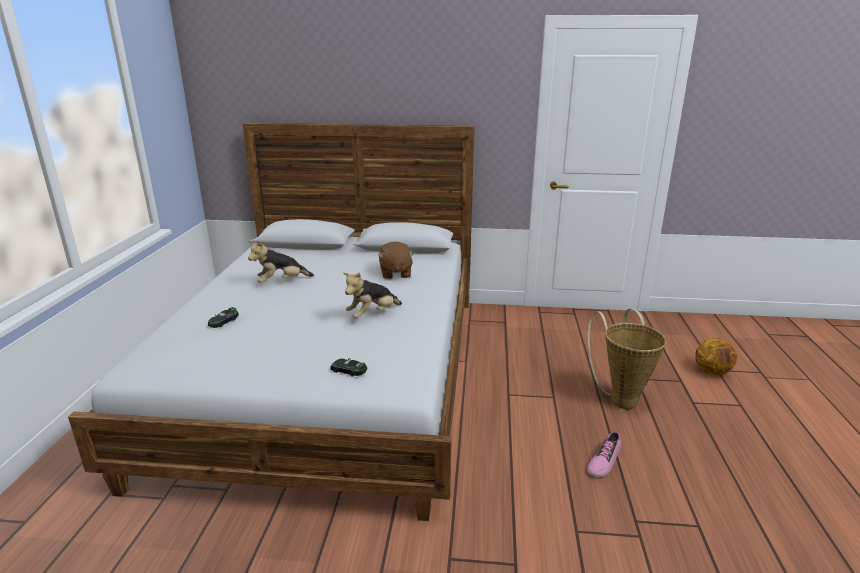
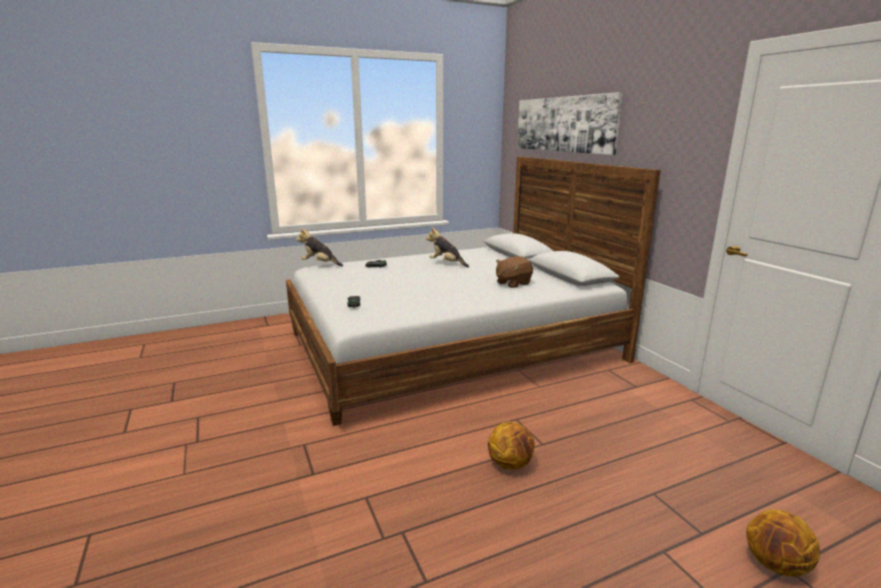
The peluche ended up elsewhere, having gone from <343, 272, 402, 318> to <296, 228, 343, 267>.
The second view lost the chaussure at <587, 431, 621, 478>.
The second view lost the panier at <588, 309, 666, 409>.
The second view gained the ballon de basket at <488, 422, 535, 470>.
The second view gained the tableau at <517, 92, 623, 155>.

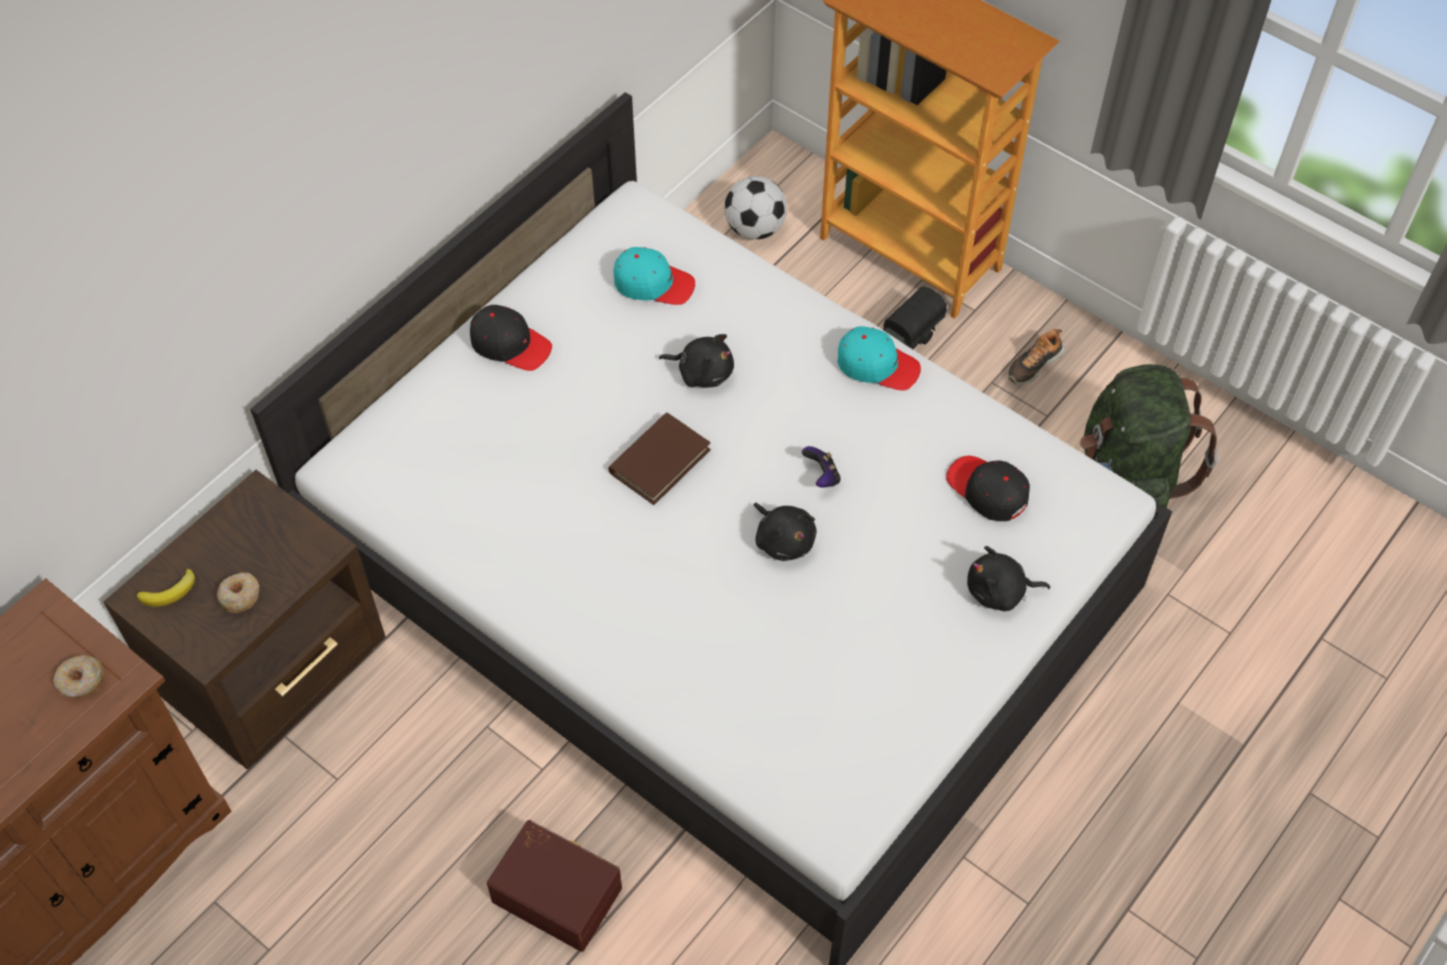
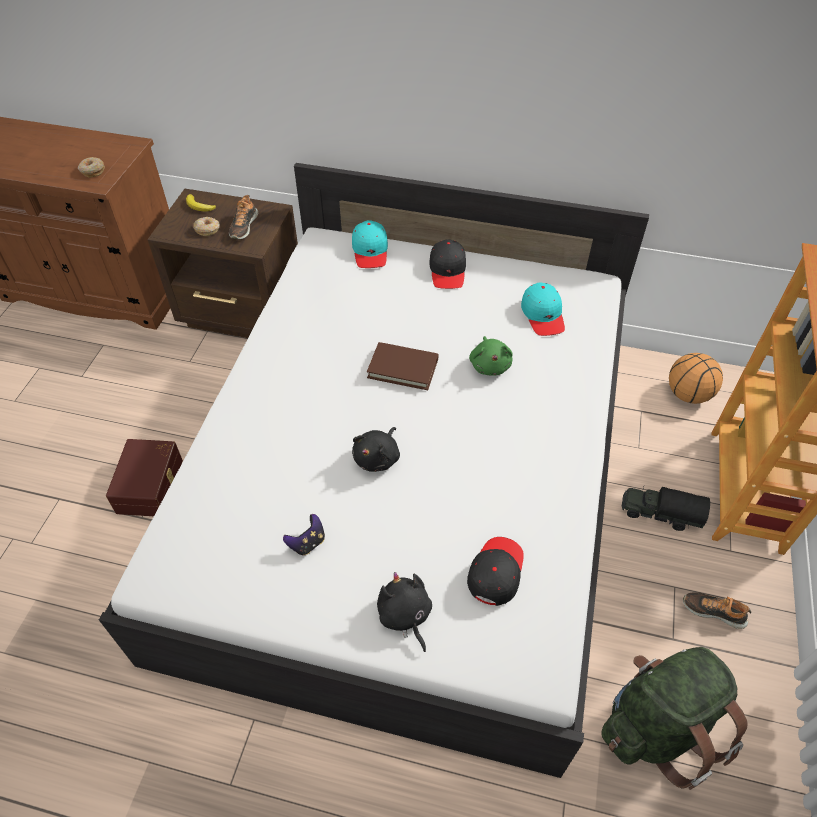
What was the peluche/noir at <659, 334, 734, 388> turned into the peluche/vert at <469, 336, 513, 376>.
Where the ballon de foot stood at <724, 176, 787, 240>, the ballon de basket came to stand at <669, 353, 723, 404>.
The manette ended up elsewhere, having gone from <802, 446, 841, 488> to <283, 514, 325, 556>.
The casquette/turquoise ended up elsewhere, having gone from <837, 326, 921, 390> to <352, 220, 388, 268>.
The second view gained the chaussure at <229, 195, 258, 240>.

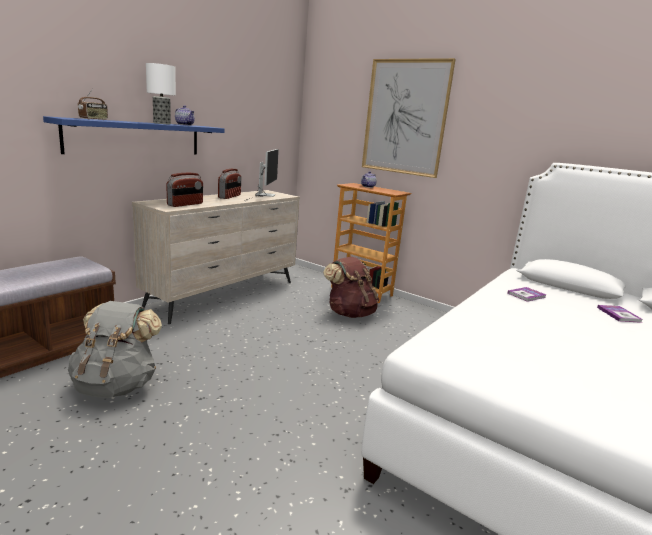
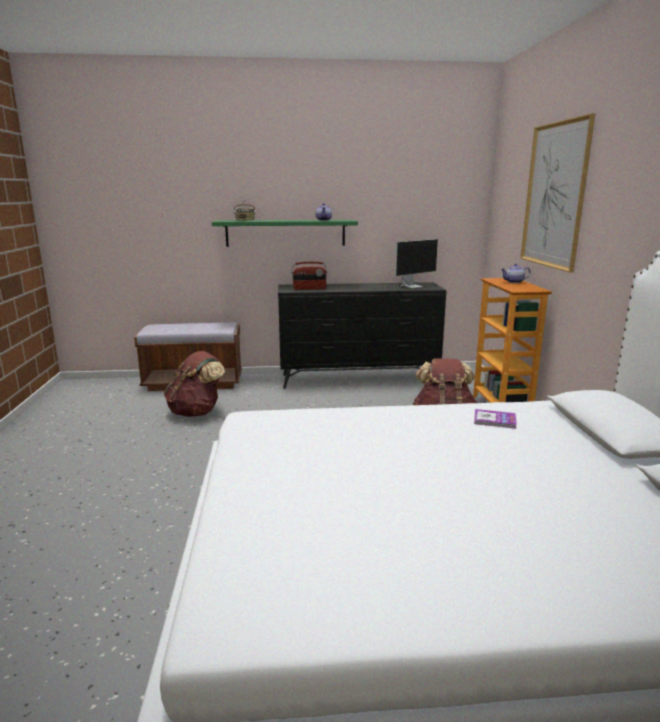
What was the étagère/bleu at <43, 116, 224, 154> turned into the étagère/vert at <212, 220, 358, 247>.
What was the sac à dos/gris at <68, 301, 162, 398> turned into the sac à dos/marron at <164, 351, 225, 417>.
What was the commode/beige at <132, 190, 300, 324> turned into the commode/noir at <278, 282, 447, 389>.
The second view lost the lampe de table at <146, 63, 176, 125>.
The second view lost the radio at <218, 169, 241, 199>.
The second view lost the livre at <597, 305, 642, 323>.

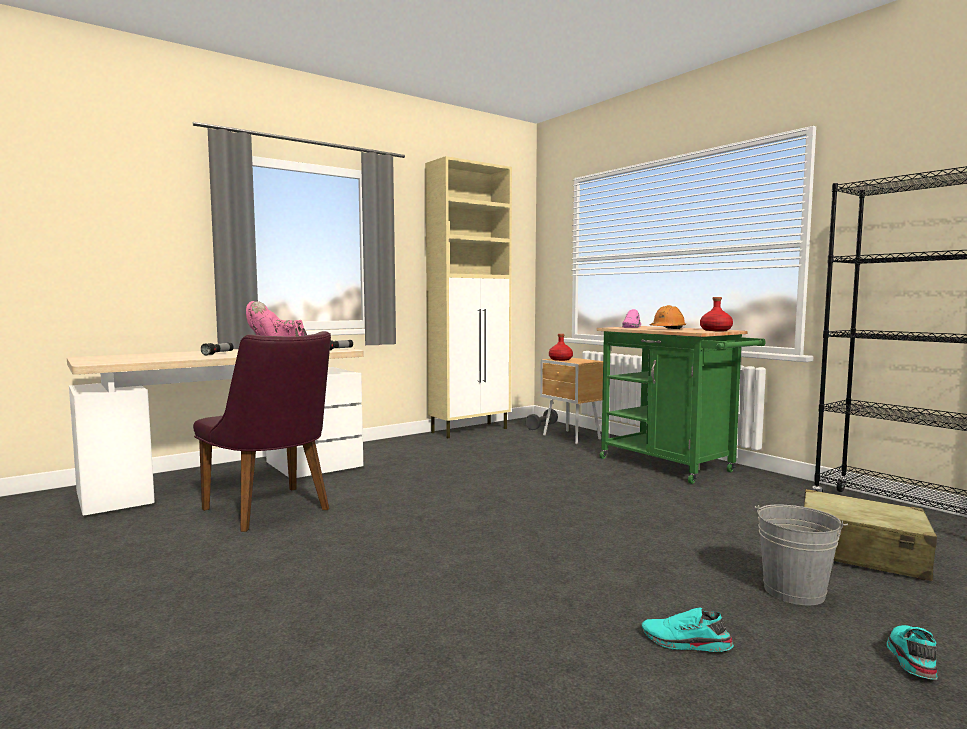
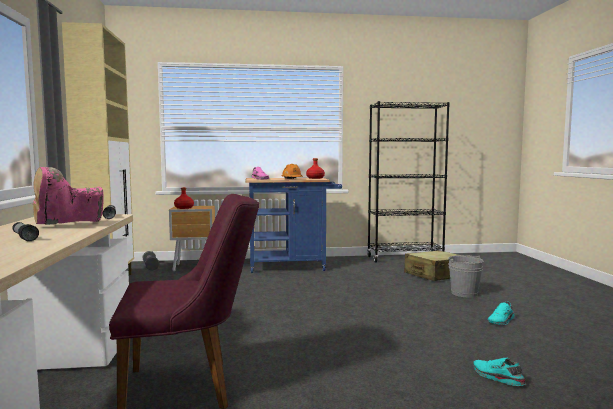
What was the chariot/vert at <596, 326, 766, 484> turned into the chariot/bleu at <245, 178, 342, 273>.
The chaussure/turquoise ended up elsewhere, having gone from <887, 625, 938, 680> to <474, 358, 526, 386>.

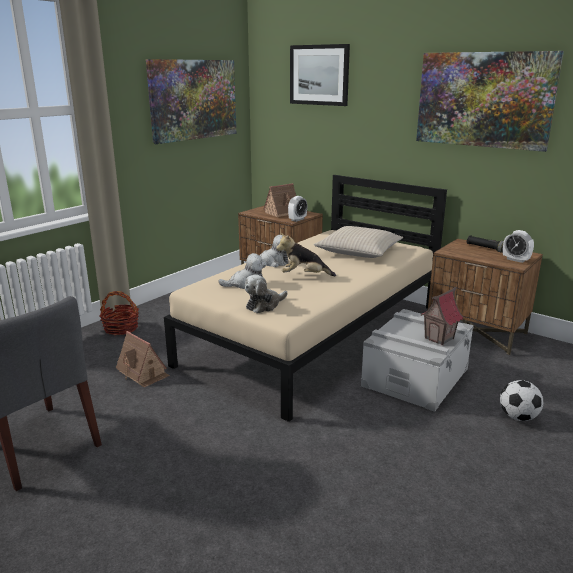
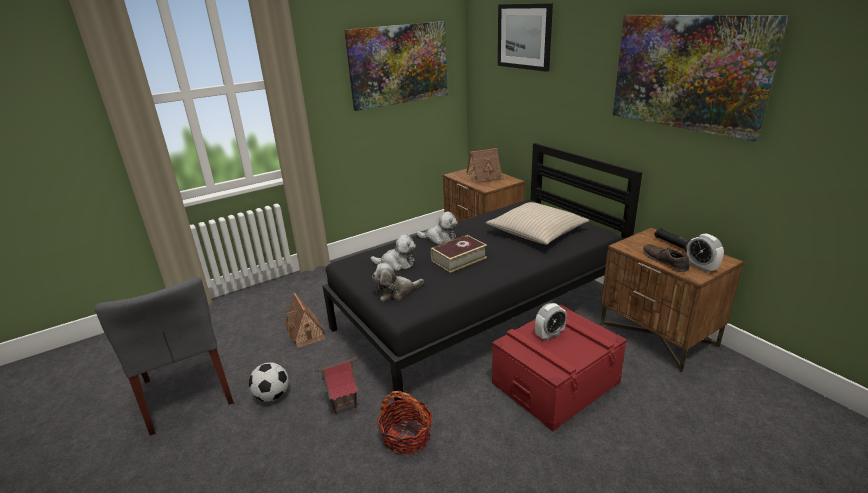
The panier ended up elsewhere, having gone from <99, 291, 139, 335> to <377, 391, 432, 455>.
What was the lit/beige at <164, 175, 447, 422> turned into the lit/noir at <322, 143, 642, 409>.
Where the peluche stood at <276, 233, 336, 277>, the livre came to stand at <431, 235, 487, 273>.
The réveil ended up elsewhere, having gone from <288, 196, 307, 222> to <535, 303, 567, 340>.
What was the boîte de rangement/gris at <361, 309, 474, 412> turned into the boîte de rangement/rouge at <492, 305, 627, 431>.
The maison miniature ended up elsewhere, having gone from <421, 287, 463, 345> to <314, 356, 359, 415>.
The ballon de foot ended up elsewhere, having gone from <500, 380, 543, 421> to <249, 362, 289, 402>.
The second view gained the chaussure/marron at <643, 244, 690, 272>.

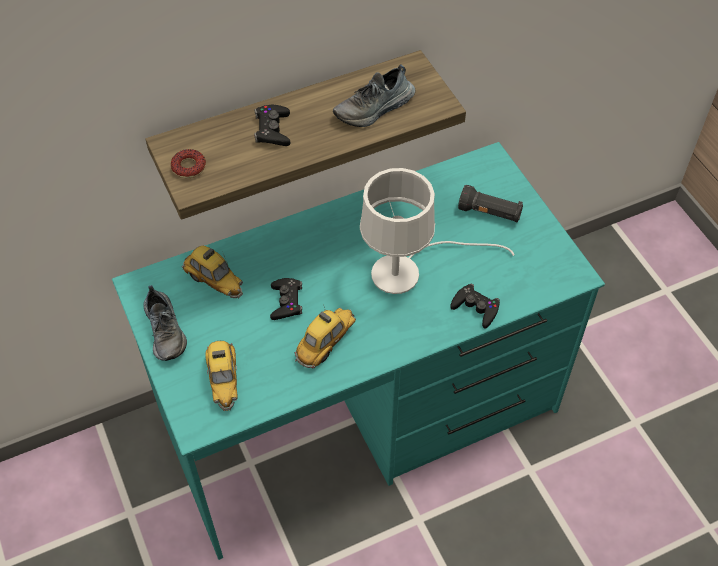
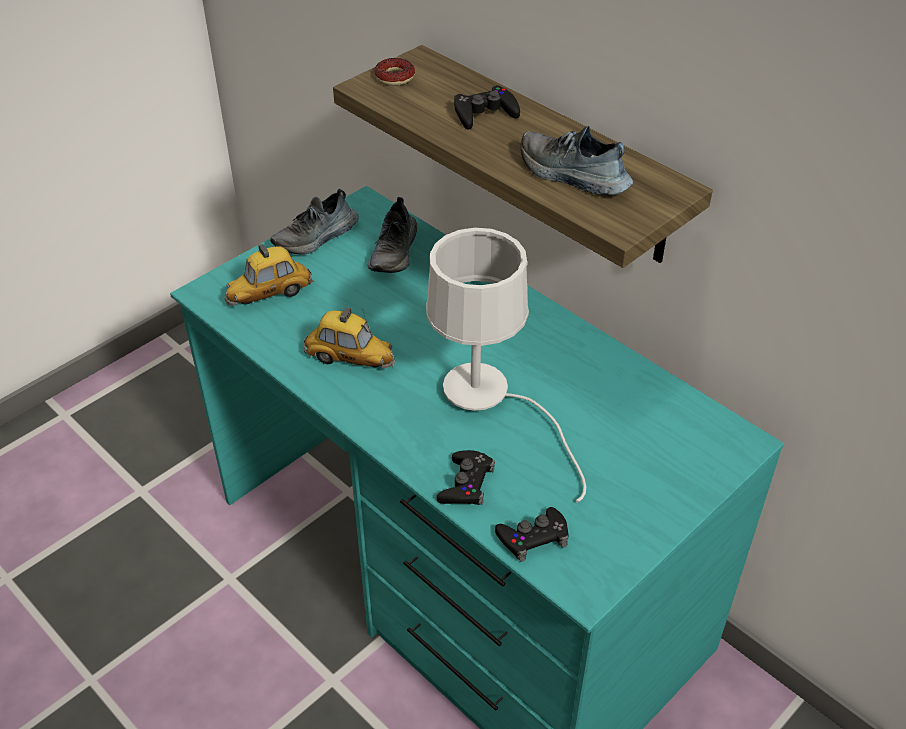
Where the petite voiture stood at <182, 246, 243, 299>, the chaussure came to stand at <368, 197, 417, 273>.
The manette/noir ended up elsewhere, having gone from <270, 278, 302, 320> to <495, 507, 568, 562>.
The second view lost the lampe de poche/noir at <458, 185, 523, 222>.

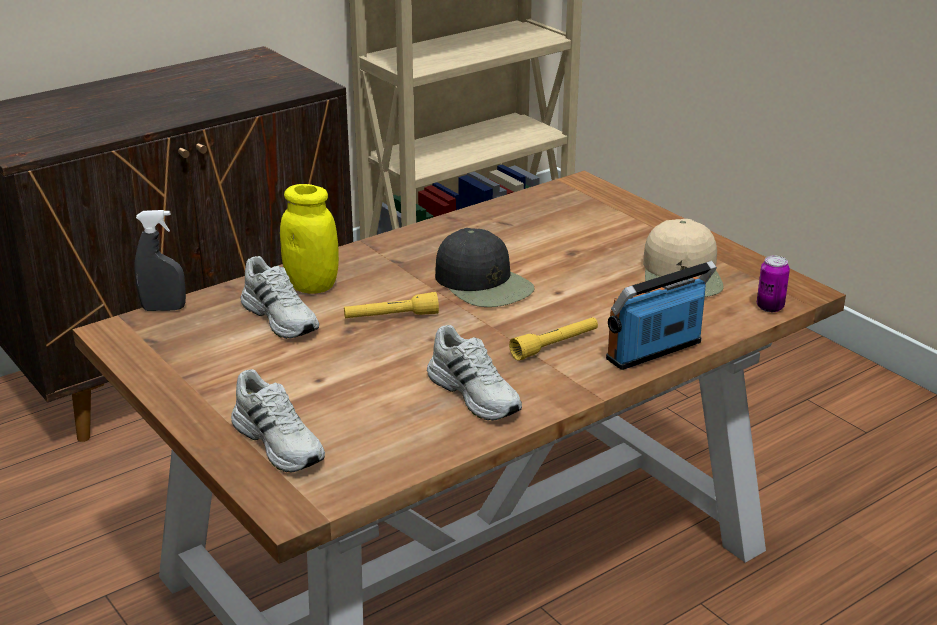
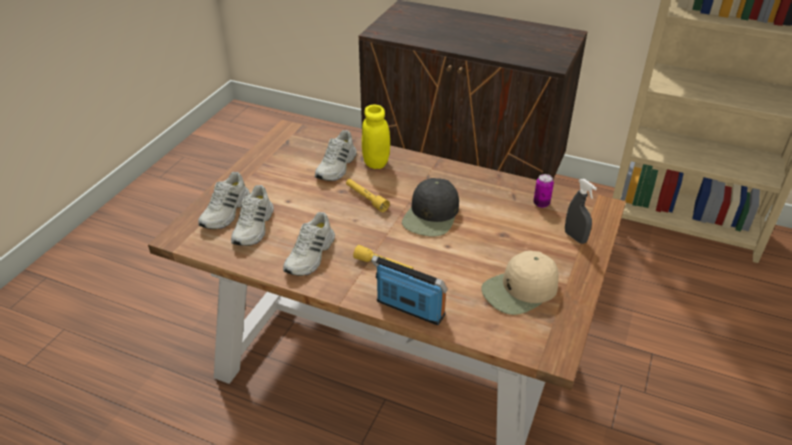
The vaporisateur/gris ended up elsewhere, having gone from <134, 210, 186, 311> to <565, 179, 597, 244>.
The boîte métallique ended up elsewhere, having gone from <757, 255, 790, 312> to <533, 174, 554, 208>.
The second view gained the chaussure/blanc at <231, 185, 274, 246>.

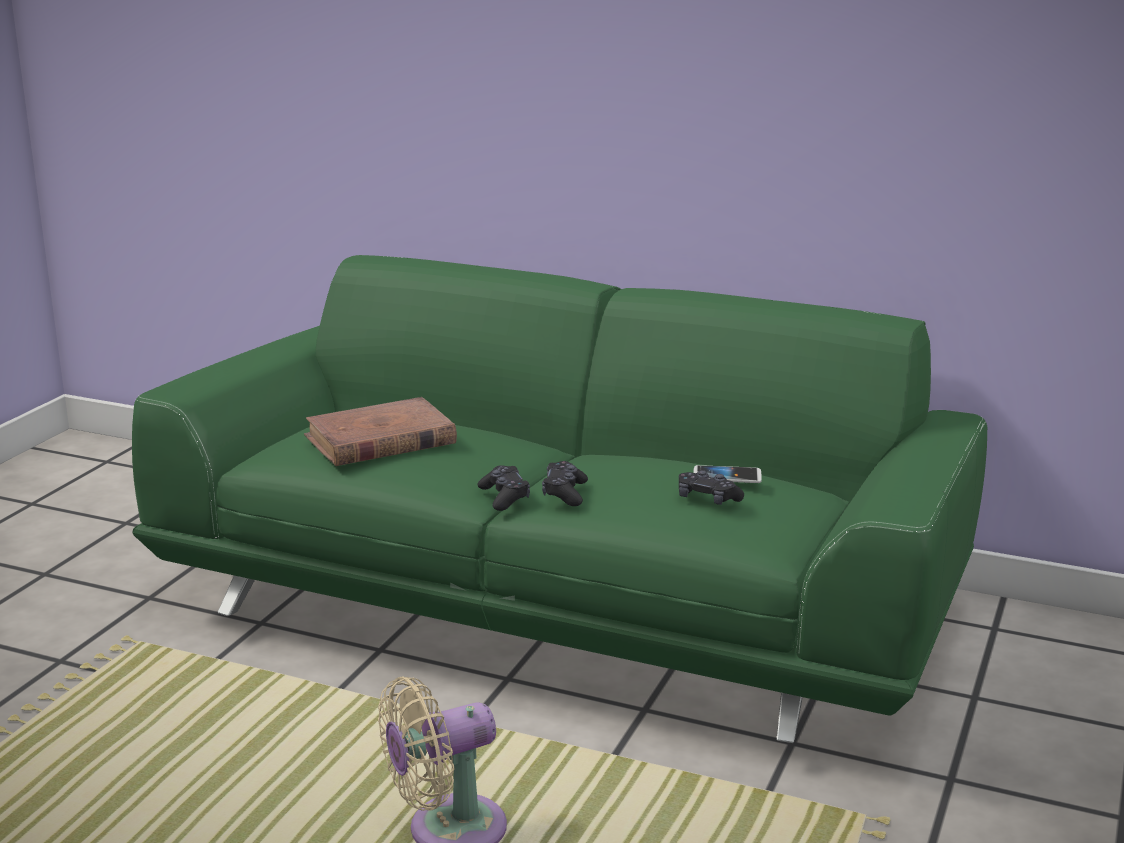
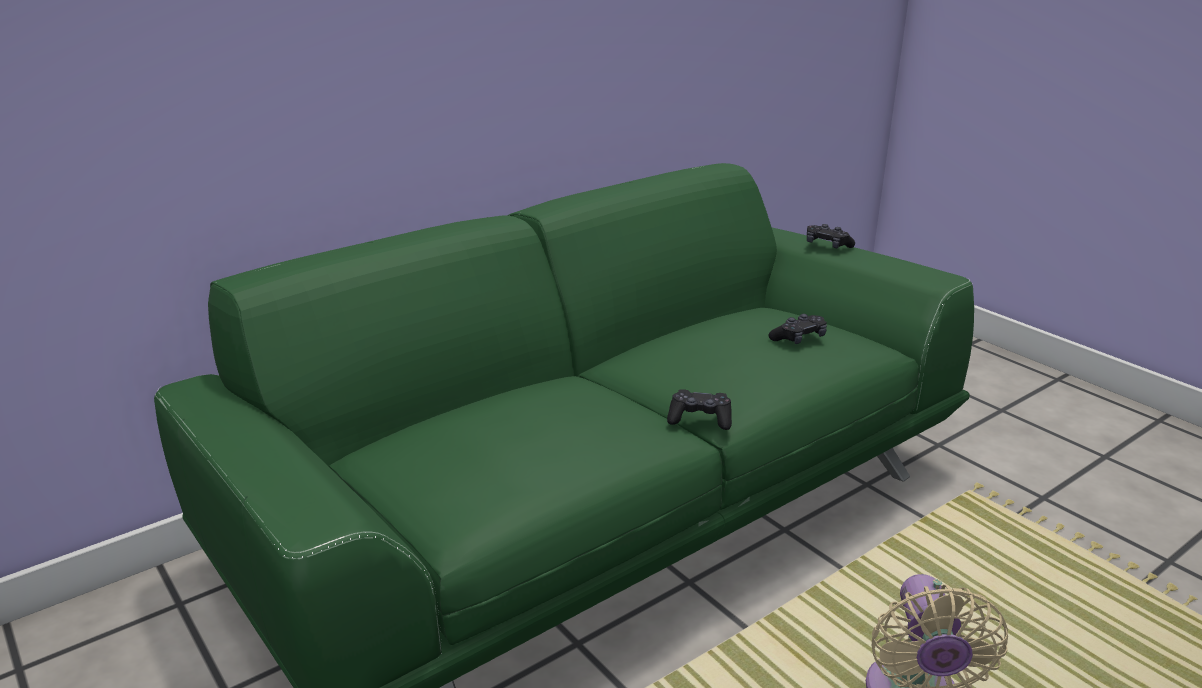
The second view lost the livre/marron at <304, 397, 457, 466>.
The manette/noir ended up elsewhere, having gone from <542, 461, 588, 506> to <807, 224, 855, 248>.
The second view lost the téléphone at <693, 465, 762, 483>.

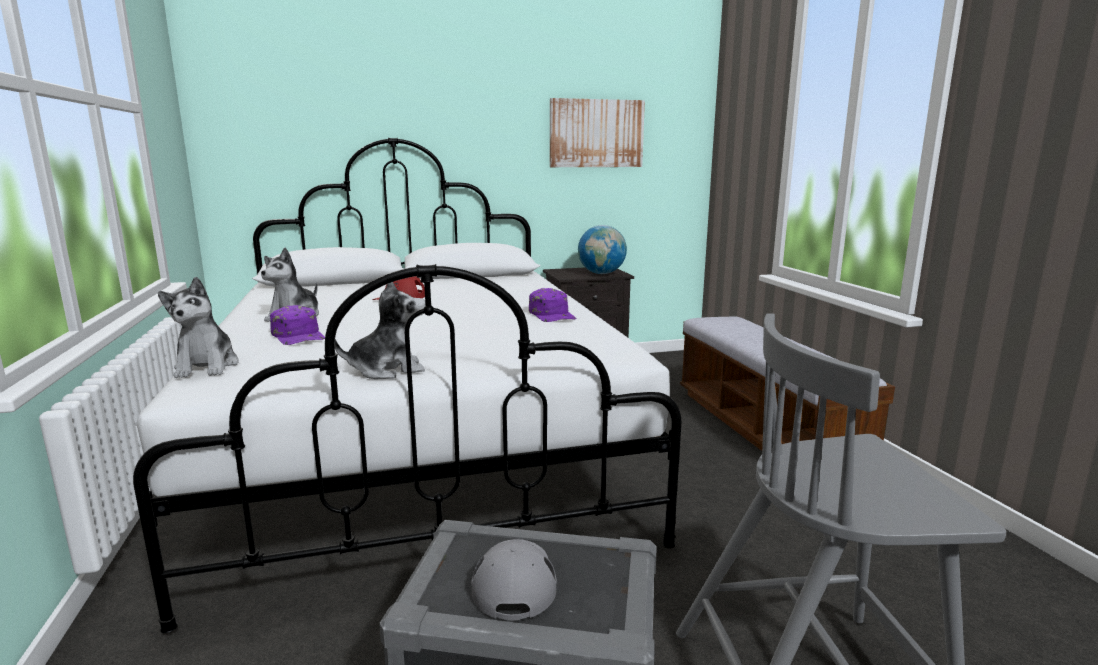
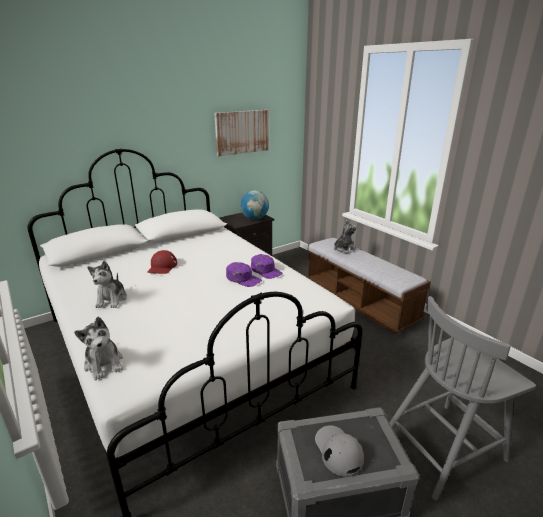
The casquette/violet ended up elsewhere, having gone from <270, 305, 325, 345> to <226, 262, 262, 287>.
The peluche ended up elsewhere, having gone from <335, 282, 425, 379> to <334, 220, 356, 253>.

